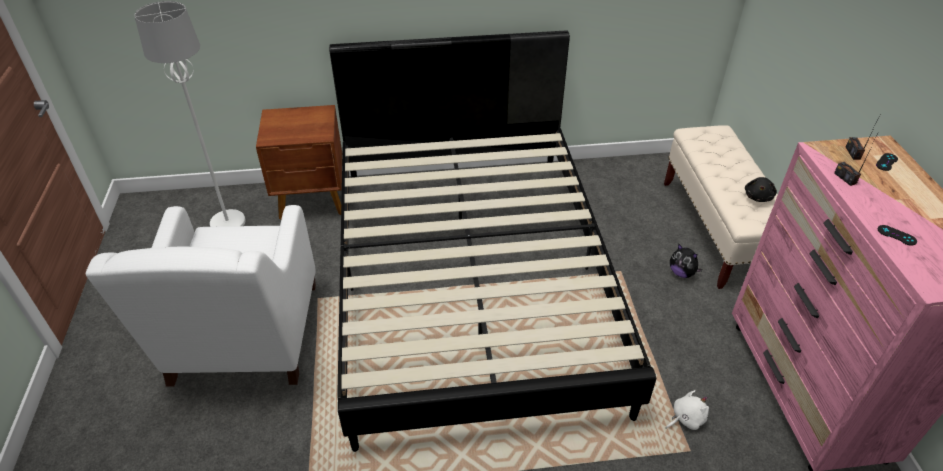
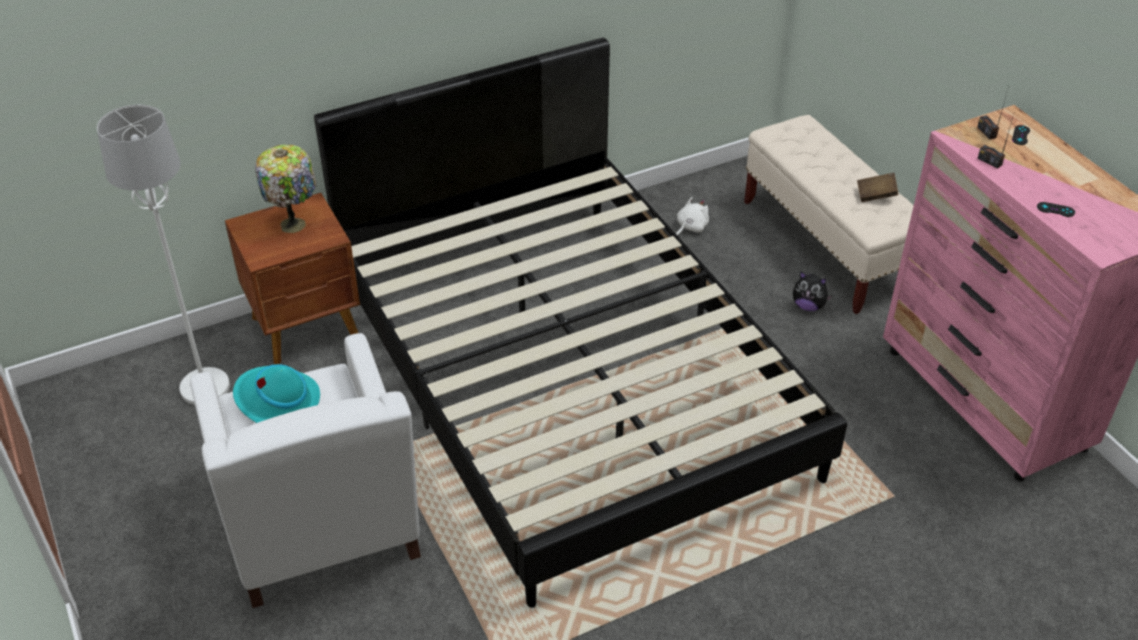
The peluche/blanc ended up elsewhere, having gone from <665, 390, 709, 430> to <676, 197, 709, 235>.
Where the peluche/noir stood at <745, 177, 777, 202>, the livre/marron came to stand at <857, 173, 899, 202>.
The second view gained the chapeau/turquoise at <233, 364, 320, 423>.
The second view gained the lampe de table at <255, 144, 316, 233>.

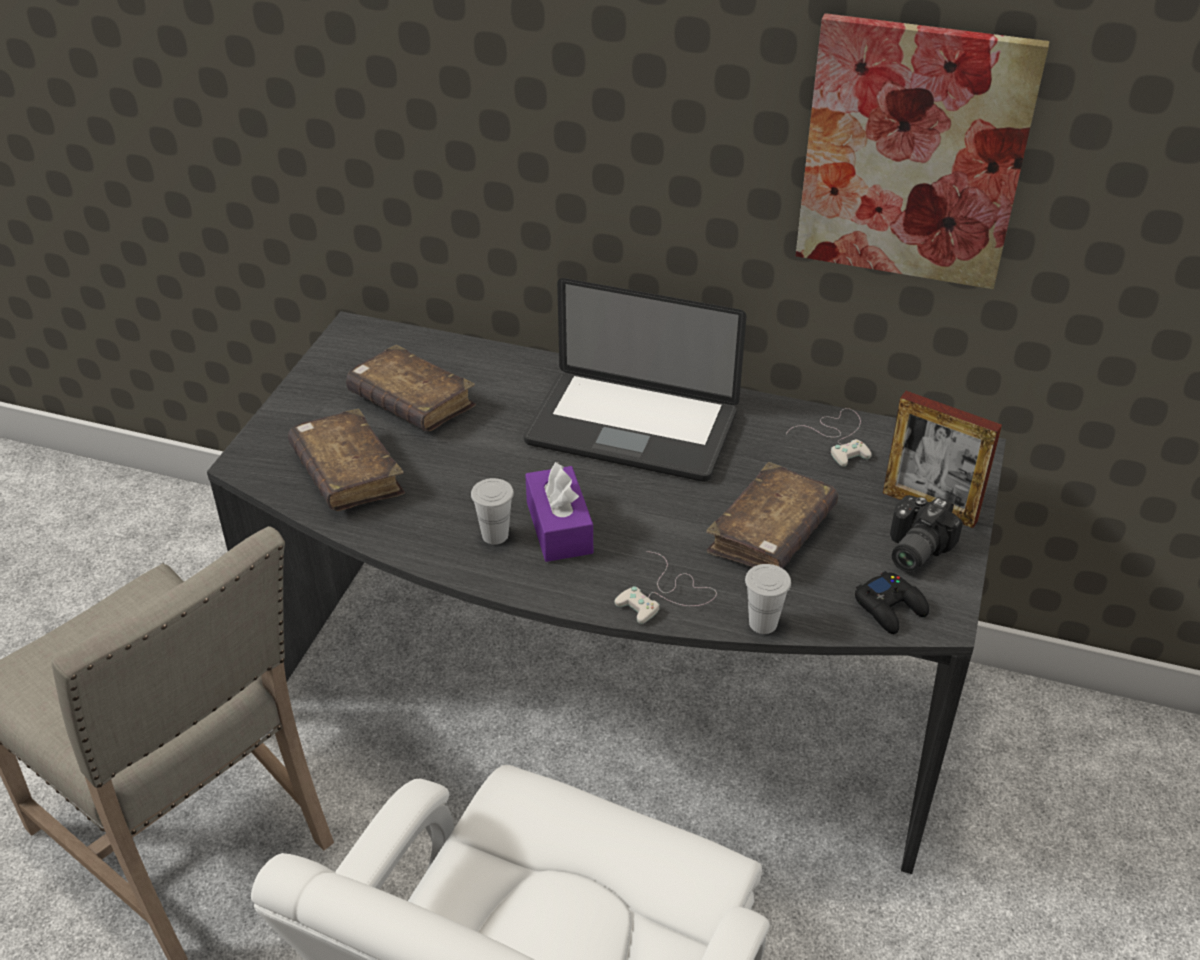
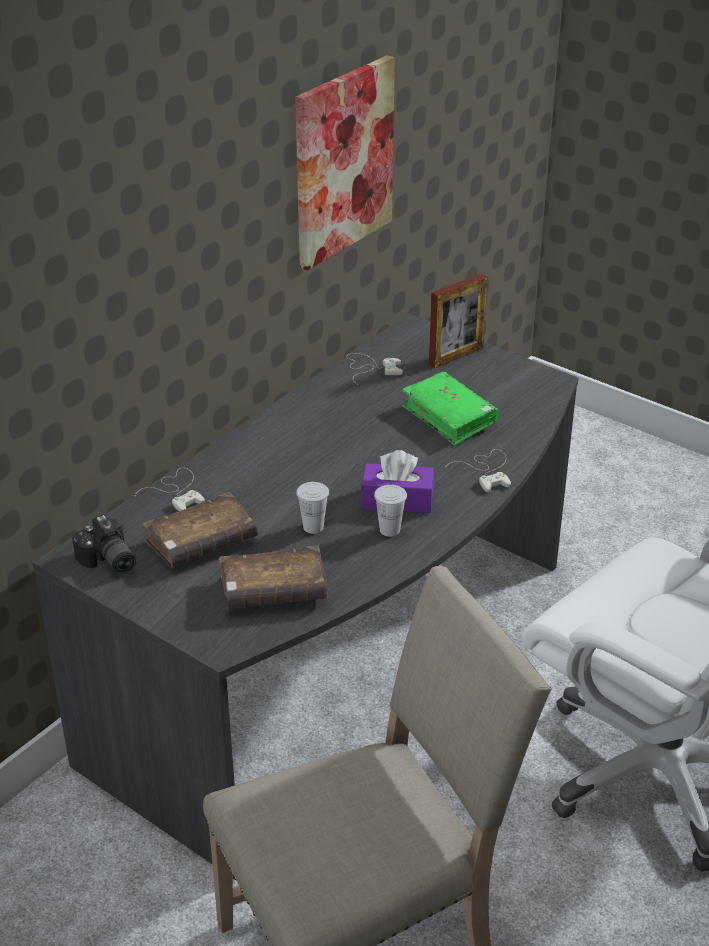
The second view lost the ordinateur portable at <524, 278, 747, 482>.
What was the livre/marron at <706, 462, 838, 568> turned into the livre/vert at <402, 372, 499, 446>.
The tasse/blanc ended up elsewhere, having gone from <745, 564, 791, 634> to <296, 482, 329, 534>.
The second view lost the manette/noir at <855, 571, 929, 634>.
The appareil photo ended up elsewhere, having gone from <890, 495, 963, 573> to <72, 514, 136, 574>.
The second view gained the manette/blanc at <134, 468, 205, 511>.

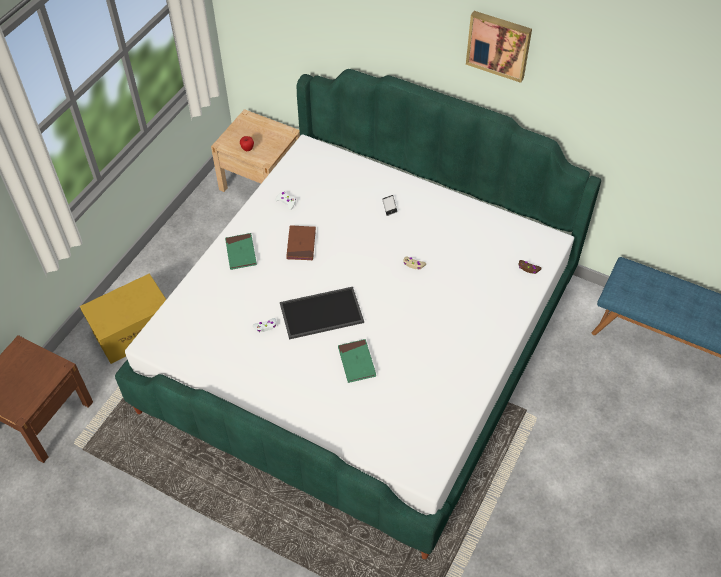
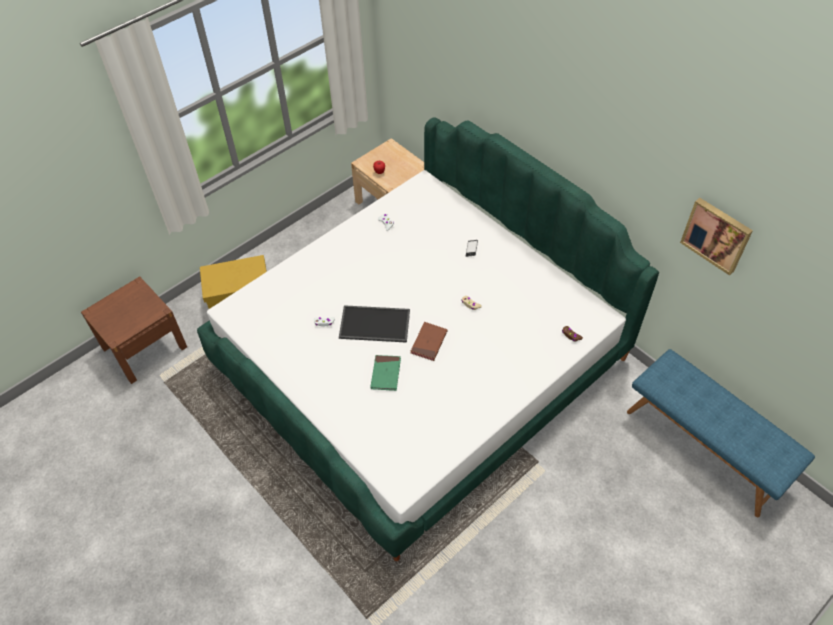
The second view lost the livre/vert at <225, 233, 257, 270>.
The livre/marron ended up elsewhere, having gone from <286, 225, 316, 260> to <411, 322, 448, 361>.
The tableau ended up elsewhere, having gone from <466, 11, 532, 83> to <680, 198, 753, 275>.

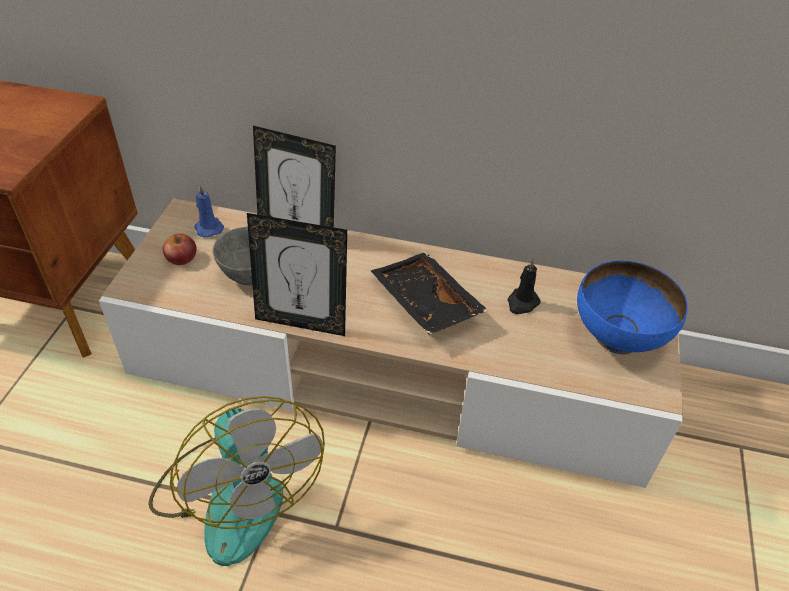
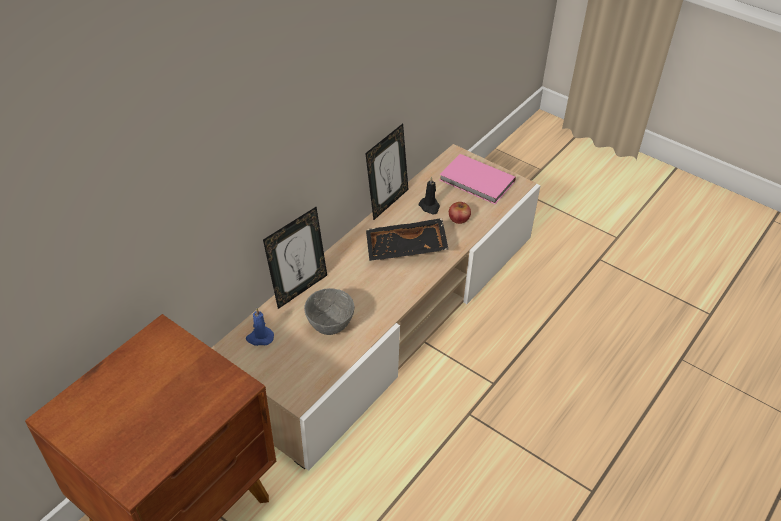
The second view lost the ventilateur at <148, 396, 325, 566>.
The pomme ended up elsewhere, having gone from <163, 233, 197, 265> to <449, 202, 471, 224>.
The cadre photo ended up elsewhere, having gone from <247, 213, 347, 336> to <365, 124, 409, 221>.
Where the bol/bleu stood at <577, 260, 688, 355>, the livre/rose came to stand at <439, 154, 516, 204>.

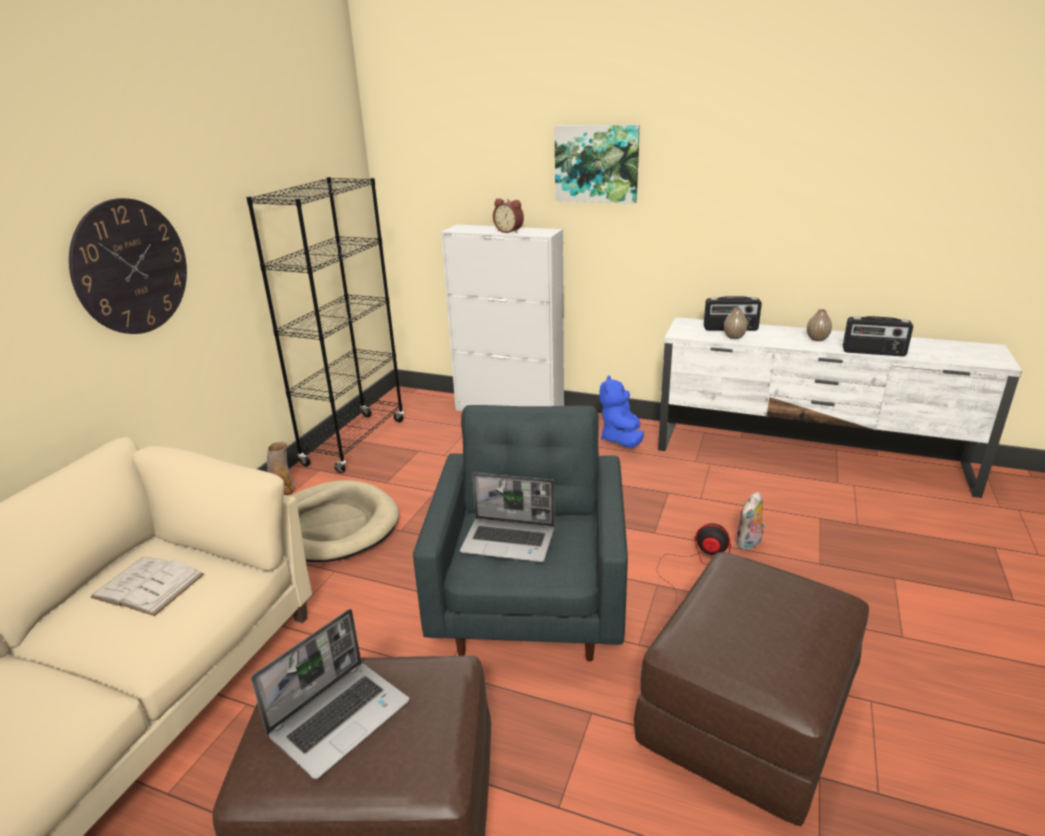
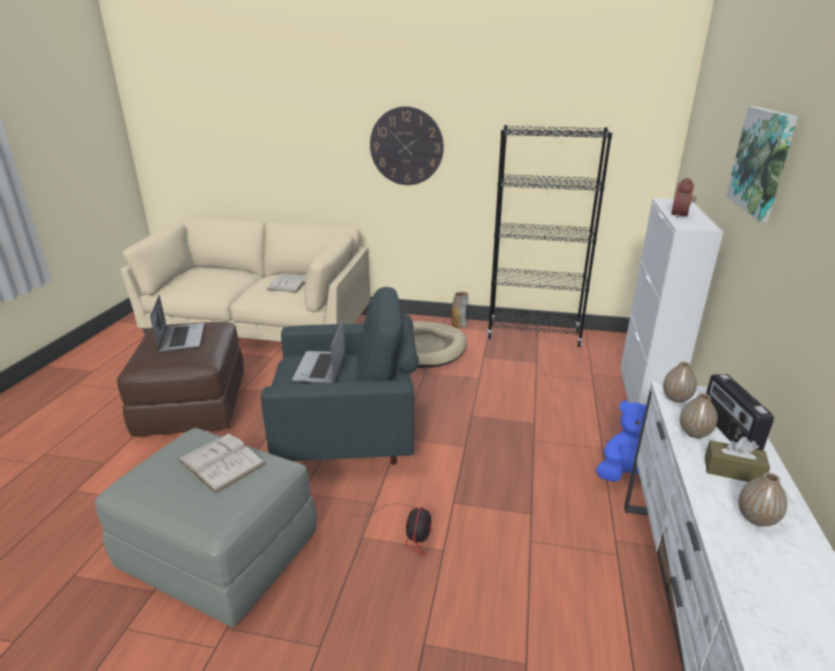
The ordinateur portable at <251, 609, 409, 780> ended up facing another way, 135 degrees counterclockwise from before.
What was the pouf/marron at <634, 552, 869, 826> turned into the pouf/gris at <95, 428, 316, 628>.
The second view lost the peluche at <735, 492, 766, 551>.
The second view lost the radio at <843, 316, 913, 356>.
The second view gained the livre/blanc at <178, 433, 266, 494>.
The second view gained the vase at <663, 362, 697, 403>.
The second view gained the boîte à mouchoirs/marron at <705, 437, 770, 482>.

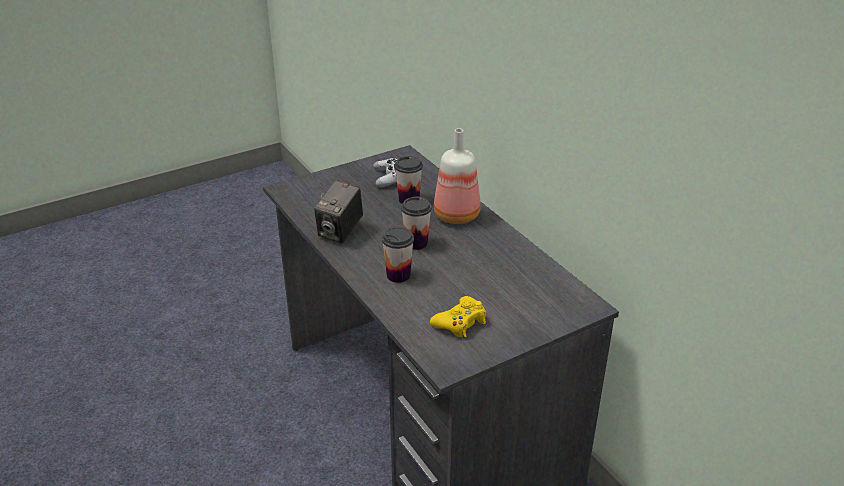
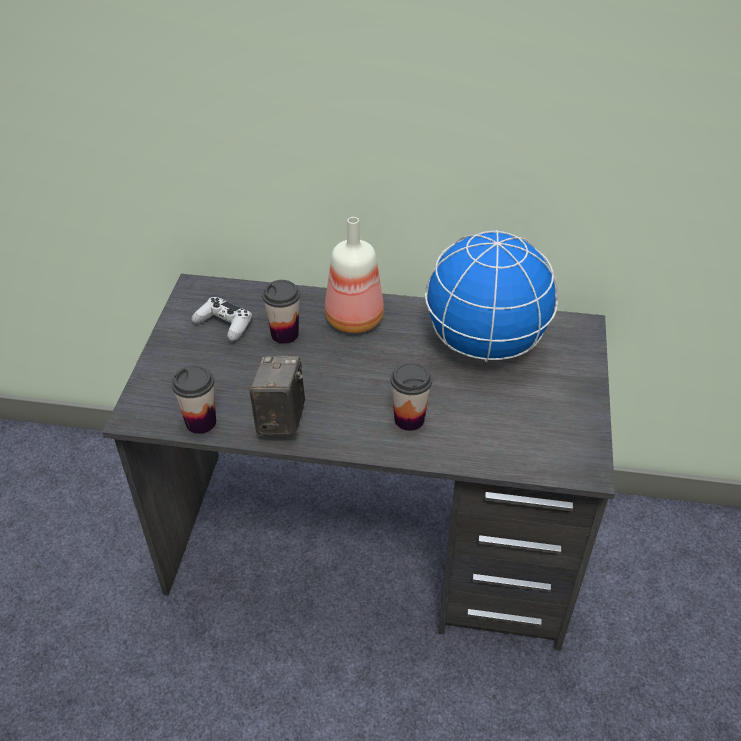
The appareil photo at <314, 180, 363, 243> ended up facing another way, 150 degrees counterclockwise from before.
The tasse ended up elsewhere, having gone from <401, 197, 432, 250> to <171, 365, 216, 434>.
The second view lost the manette/jaune at <430, 296, 486, 338>.
The second view gained the globe at <425, 230, 558, 362>.

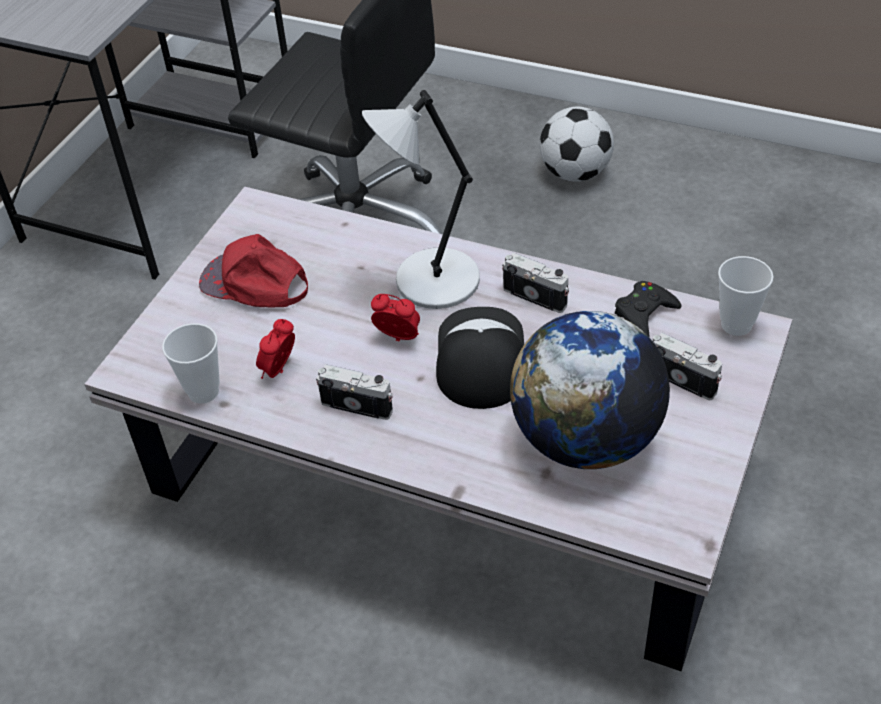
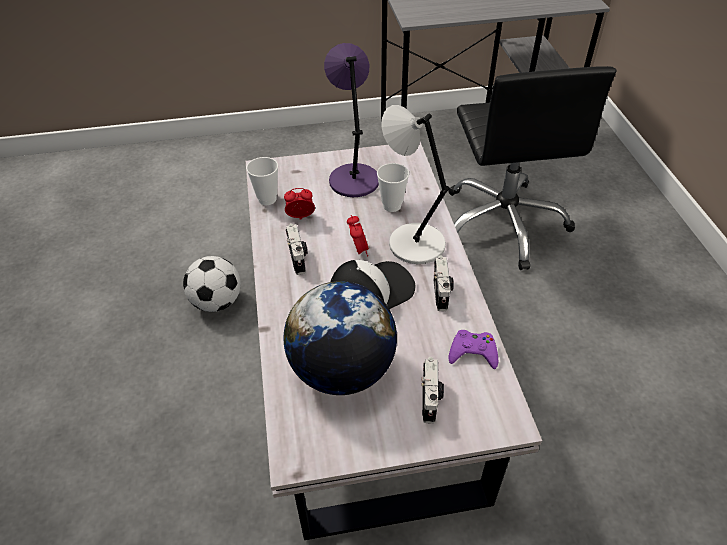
Where the casquette/rouge stood at <199, 234, 308, 307>, the lampe de table/violet came to stand at <324, 43, 379, 197>.
The ballon de foot ended up elsewhere, having gone from <539, 107, 614, 182> to <183, 256, 241, 312>.
What was the manette/noir at <615, 281, 681, 337> turned into the manette/violet at <449, 330, 498, 369>.
The tasse ended up elsewhere, having gone from <718, 256, 773, 336> to <377, 163, 409, 212>.

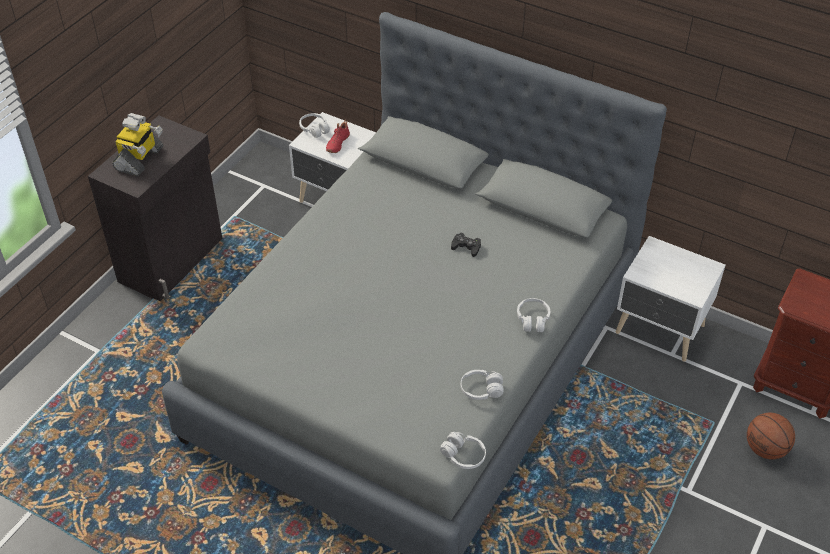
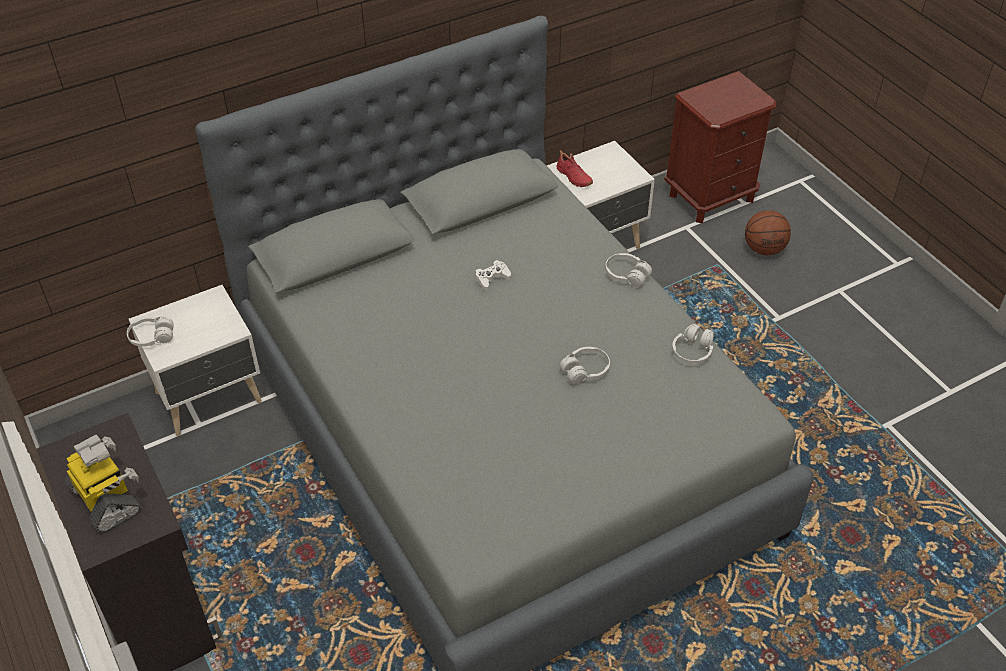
The chaussure/rouge ended up elsewhere, having gone from <326, 120, 350, 153> to <556, 150, 593, 187>.
The casque audio/blanc ended up elsewhere, having gone from <440, 432, 486, 469> to <560, 347, 610, 384>.
What was the manette/noir at <451, 233, 481, 257> turned into the manette/blanc at <476, 260, 511, 291>.

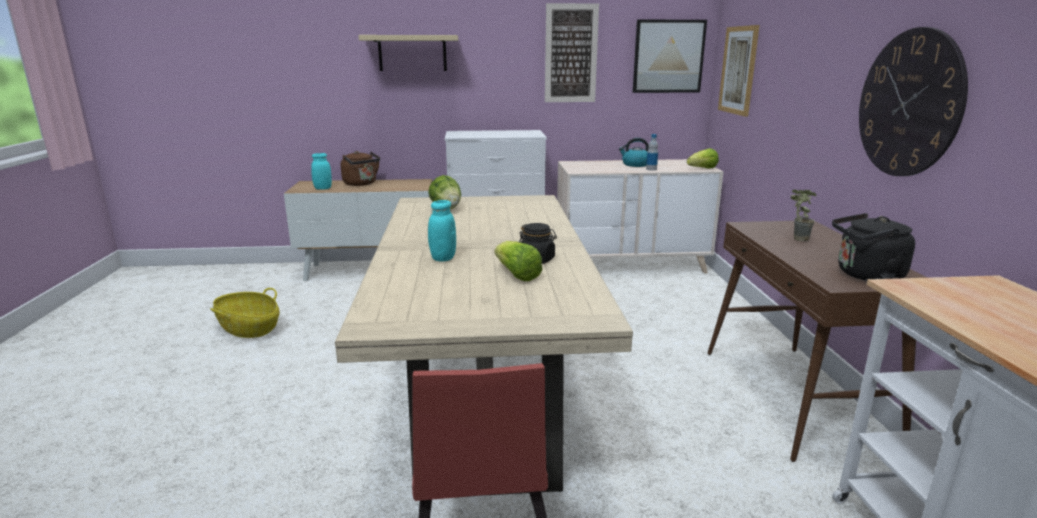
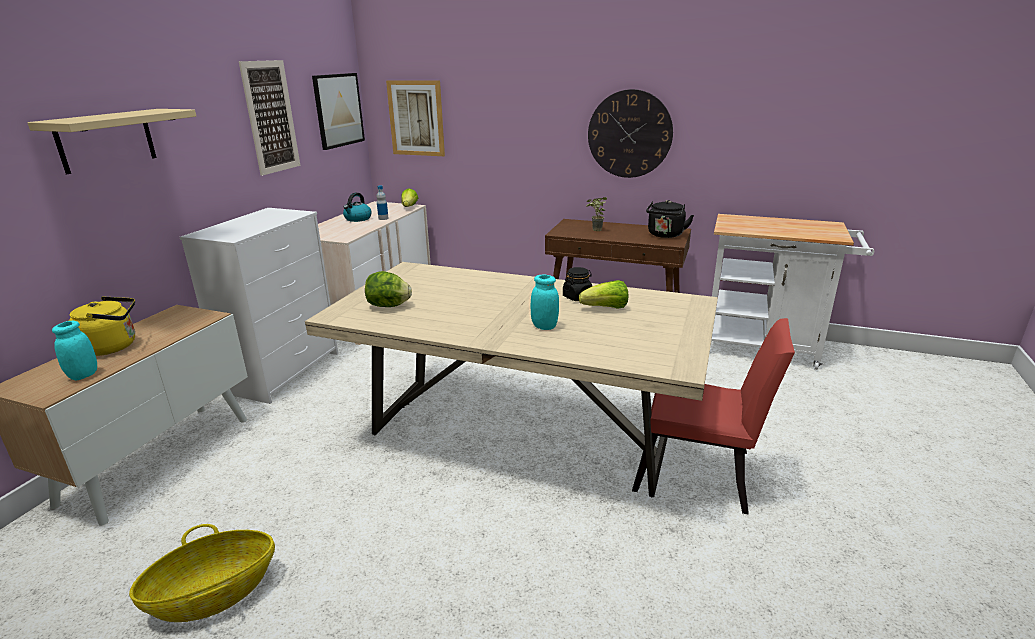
What was the bouilloire/marron at <341, 151, 380, 186> turned into the bouilloire/jaune at <69, 296, 135, 356>.

